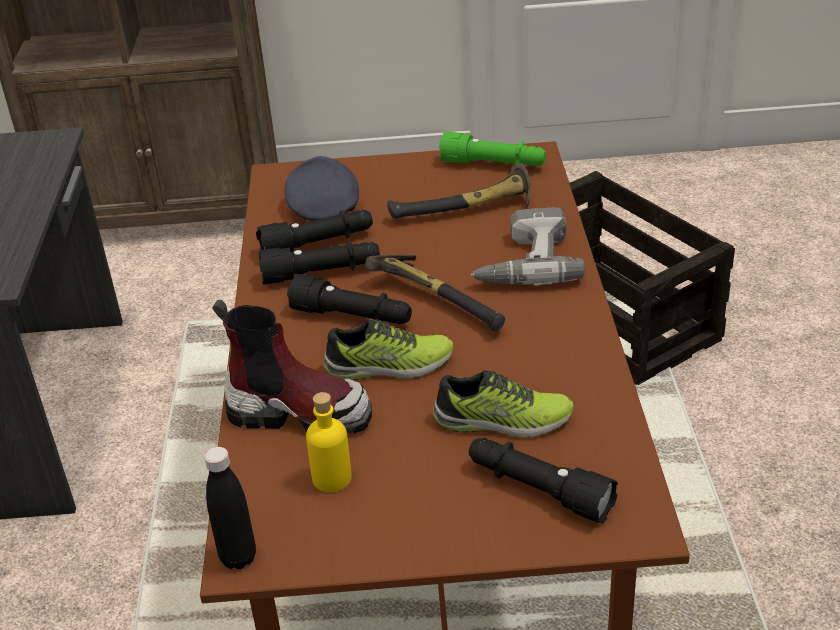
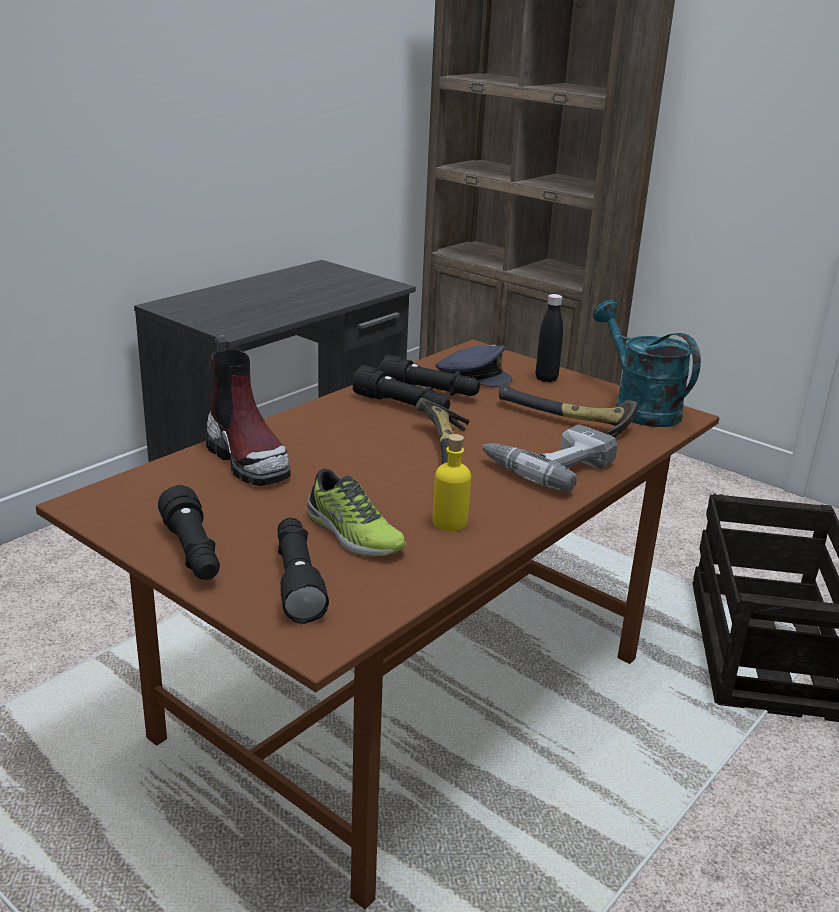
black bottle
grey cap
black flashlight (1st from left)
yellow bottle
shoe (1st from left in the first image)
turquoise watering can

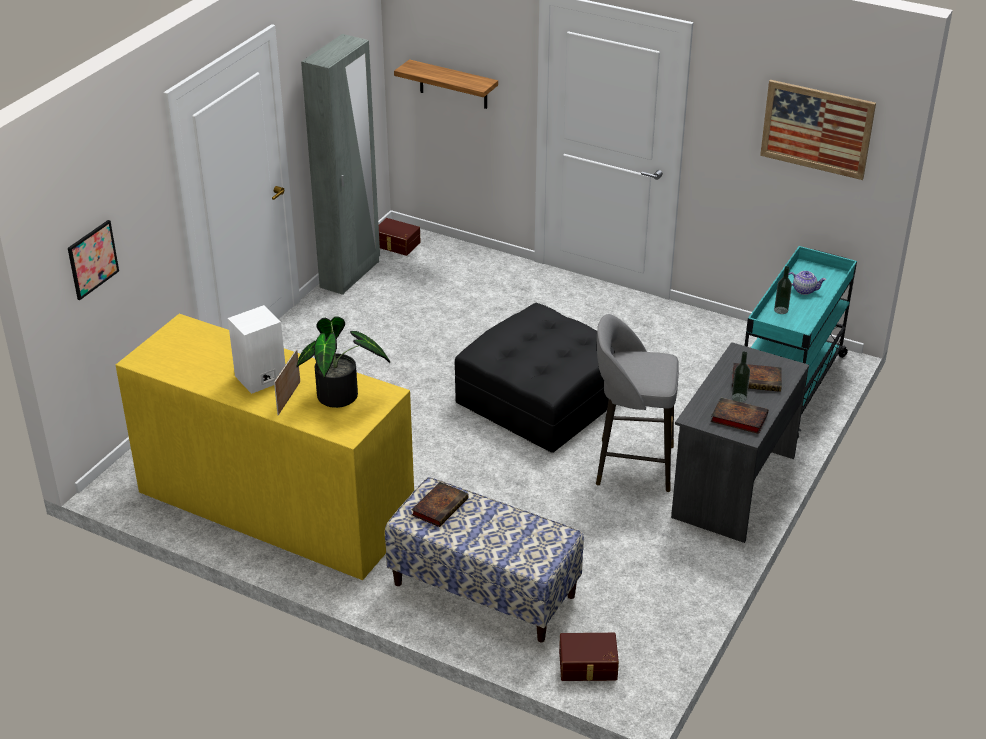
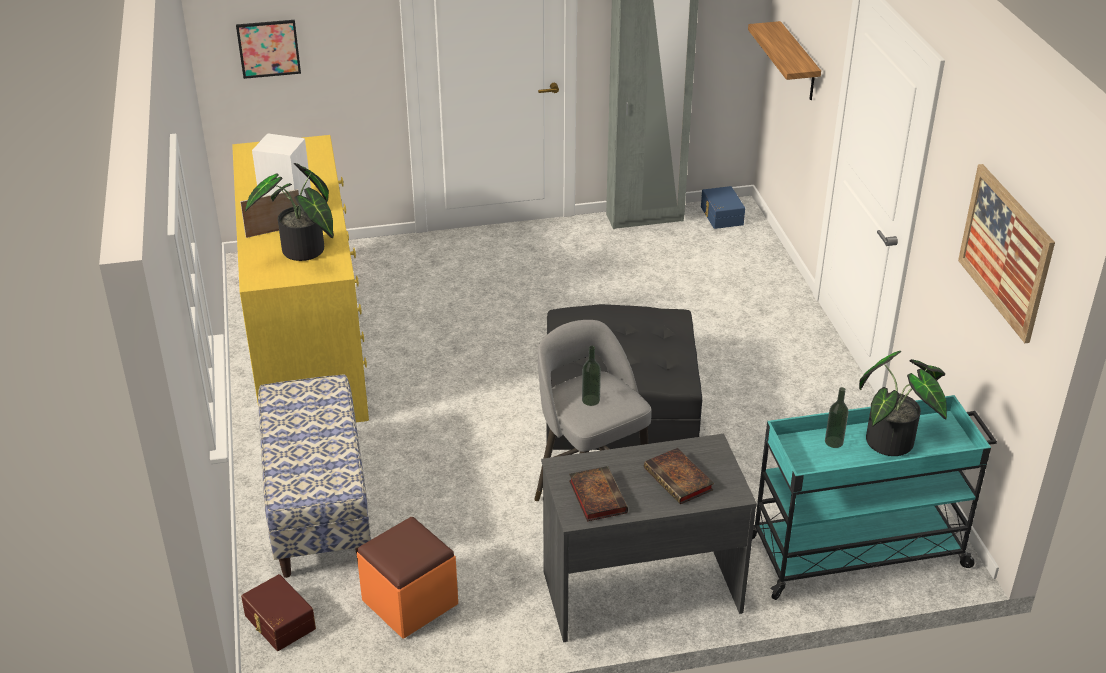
blue storage box
book (1st from left in the first image)
bottle (1st from left)
potted plant (2nd from left)
orange ottoman

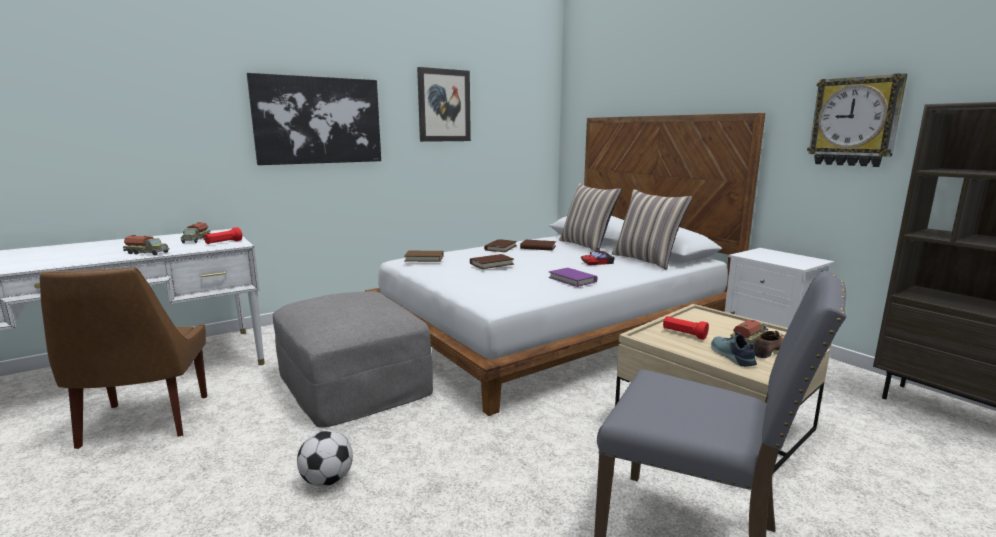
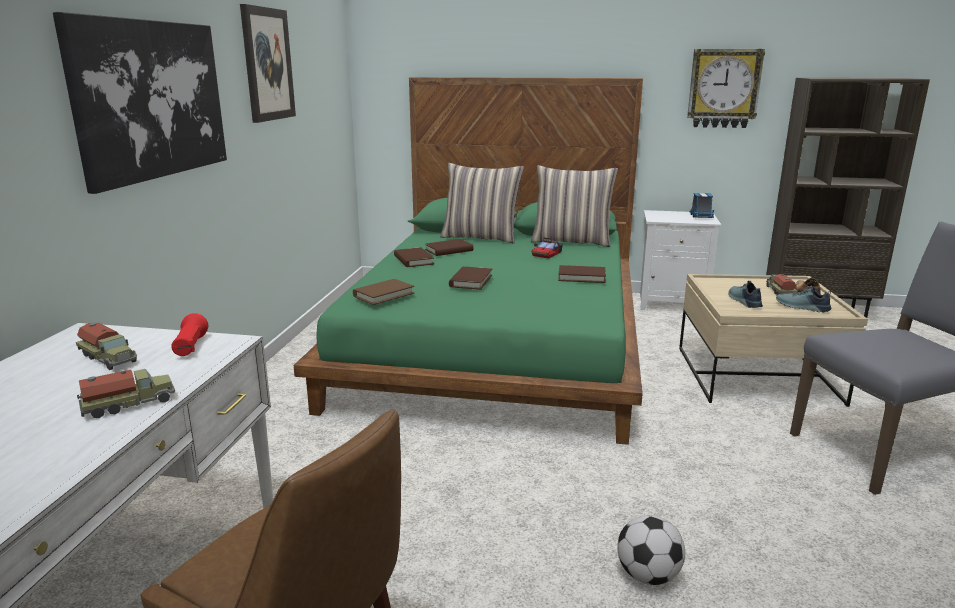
grey ottoman
green bed
brown book (5th from left)
shoe (1st from left)
toy truck (3rd from left)

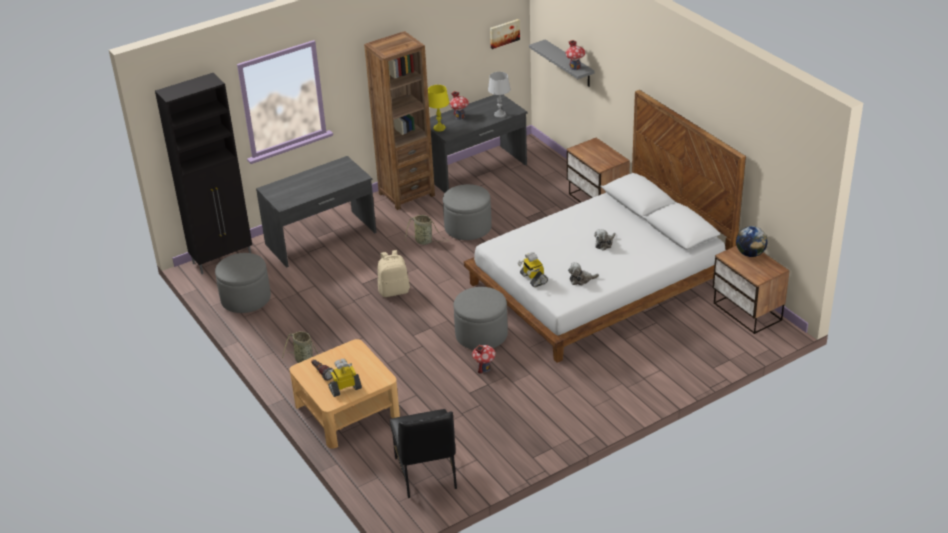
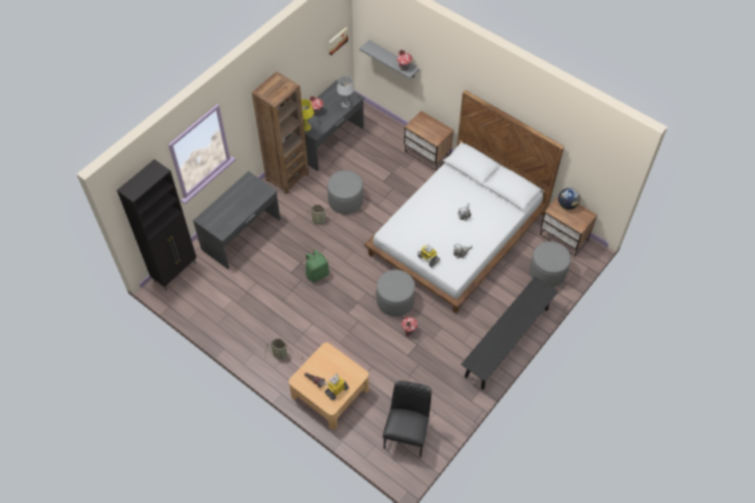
grey ottoman (3rd from left)
green backpack
black chair
black bench

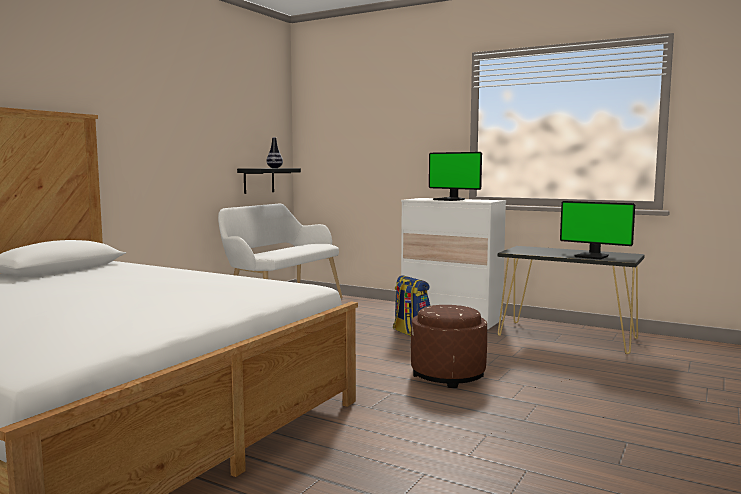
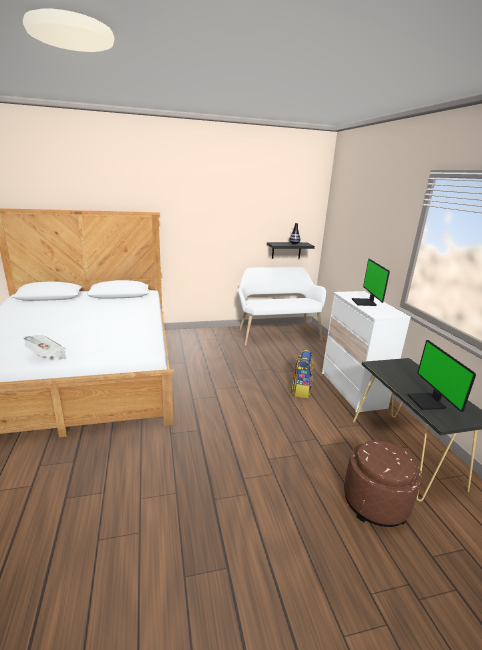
brown ottoman
newspaper

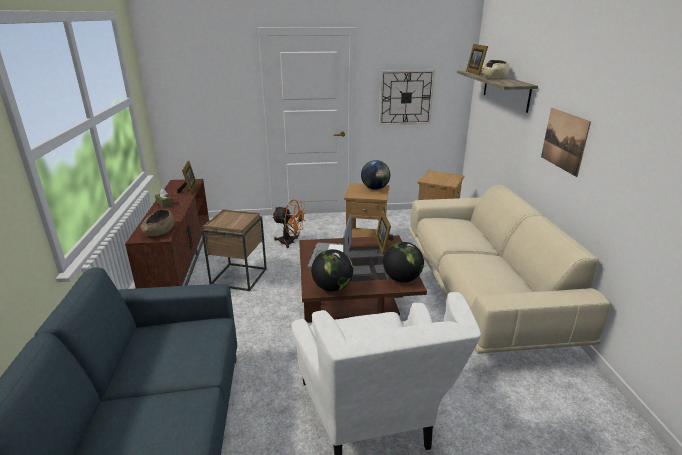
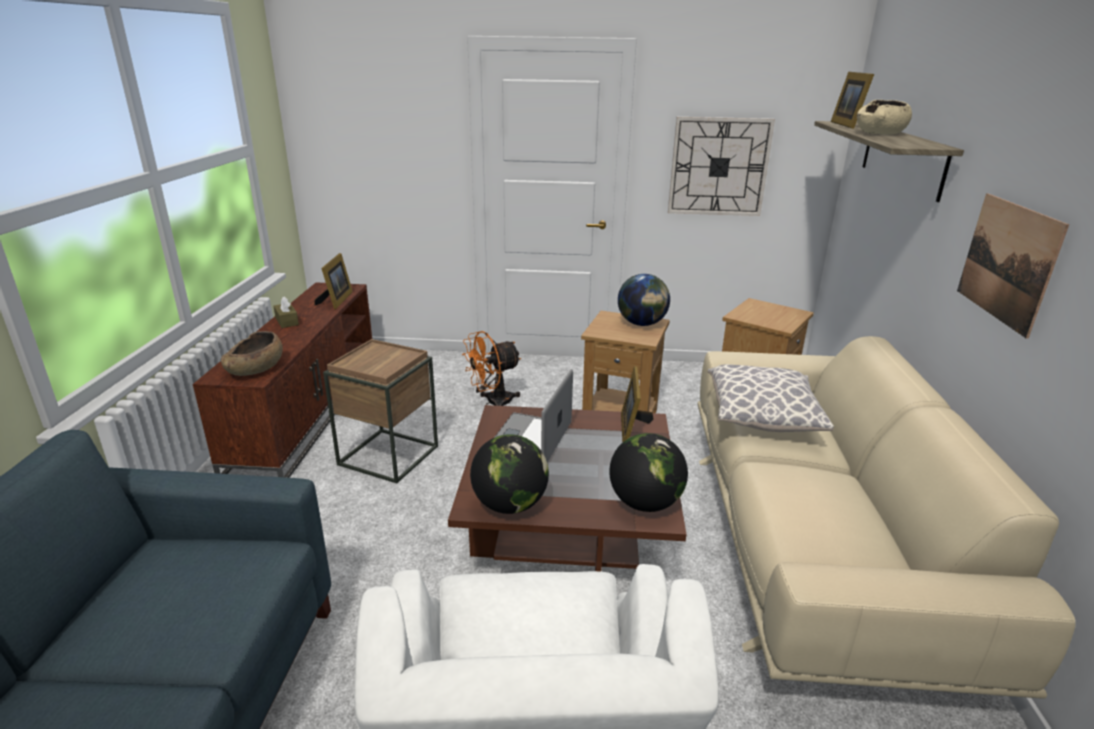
orange fan
pillow

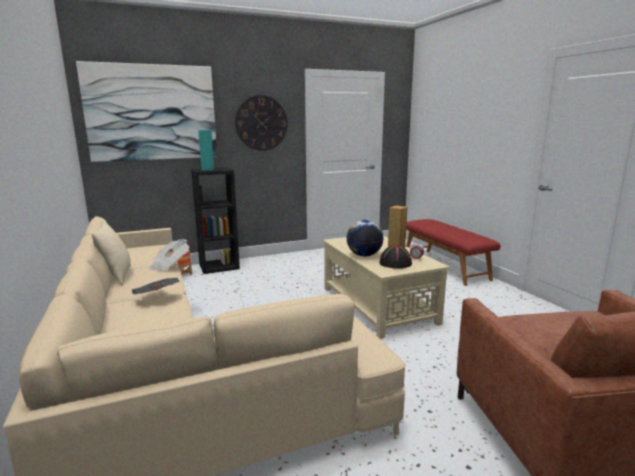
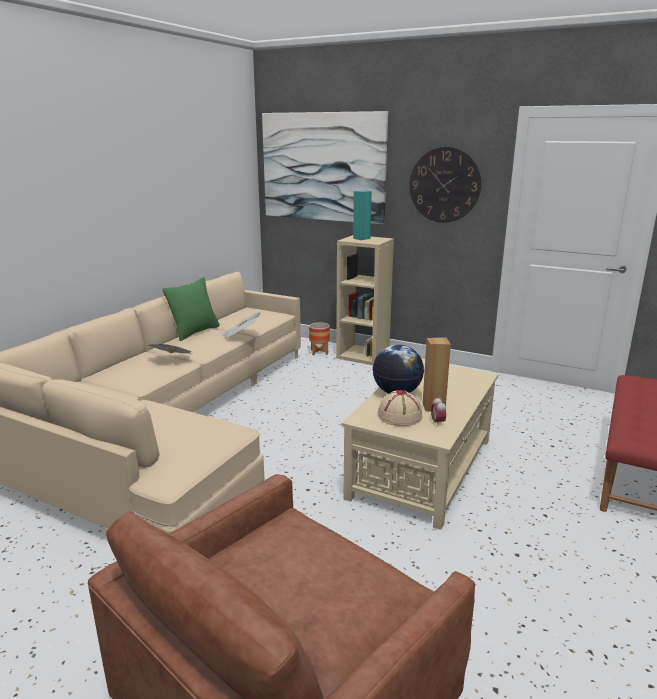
green pillow
beige bookcase
beige hat

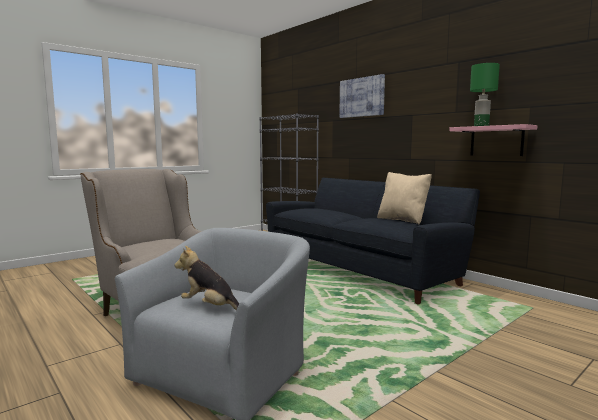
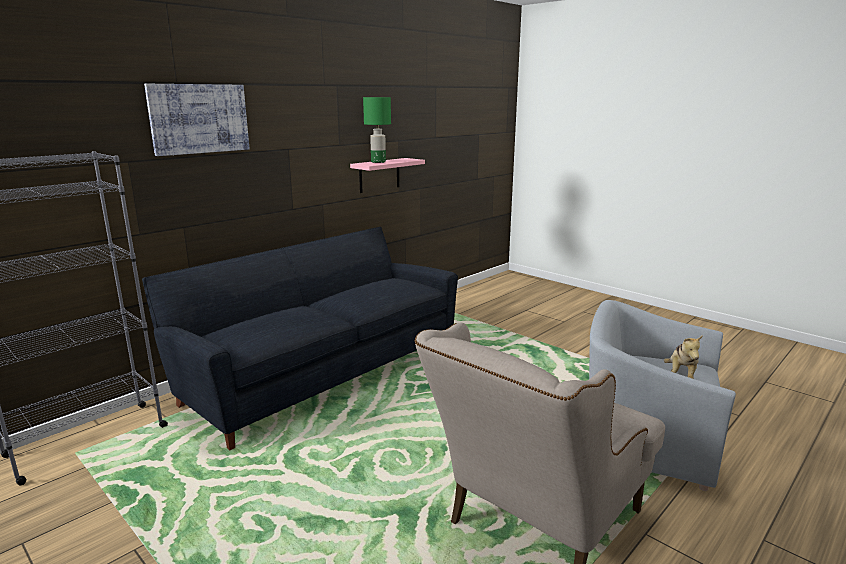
beige pillow

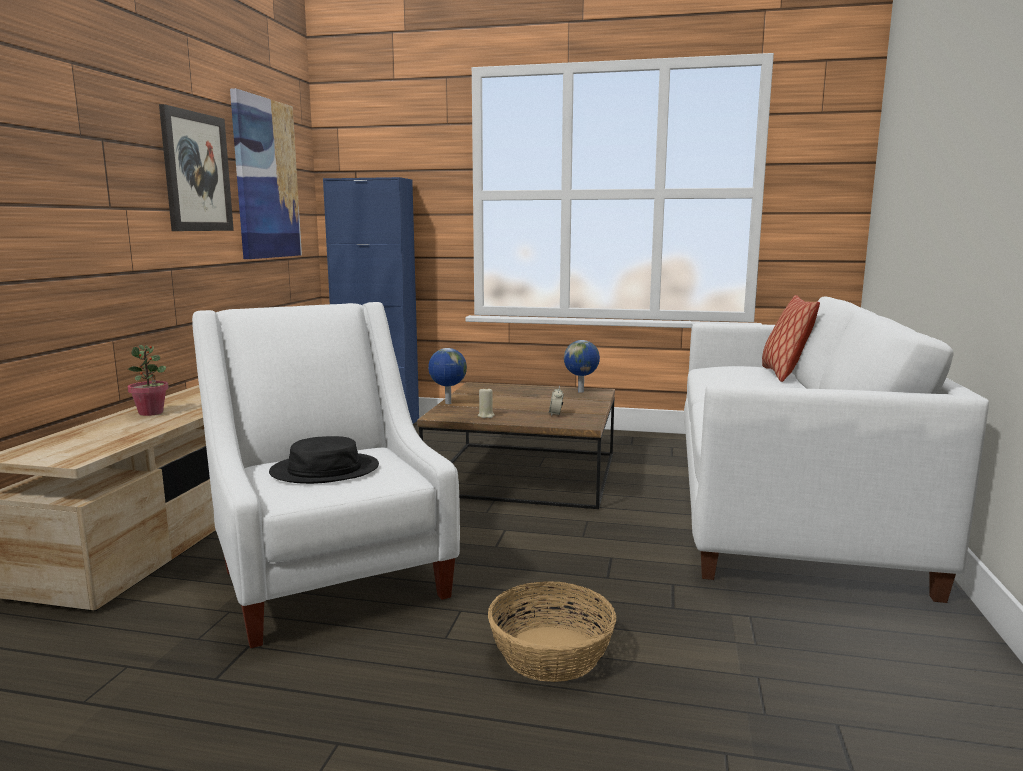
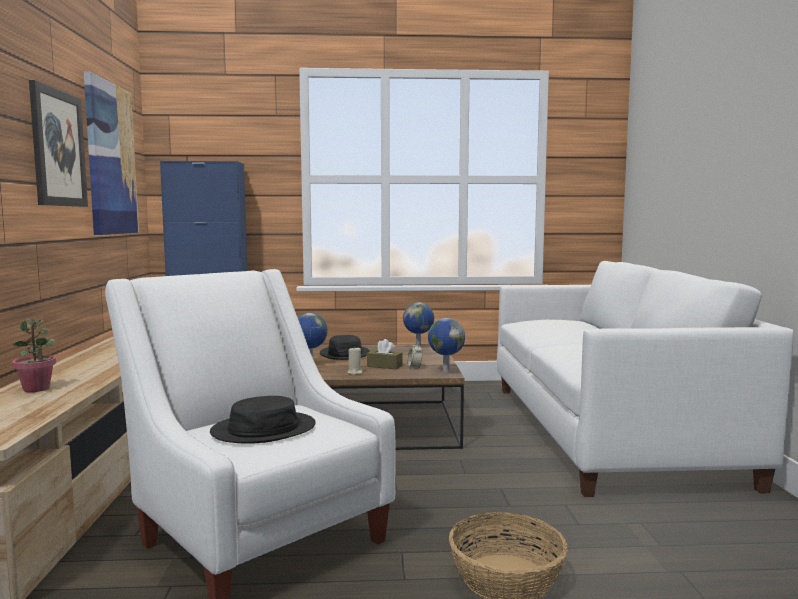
pillow
black hat (2nd from left)
brown tissue box
globe (3rd from left)

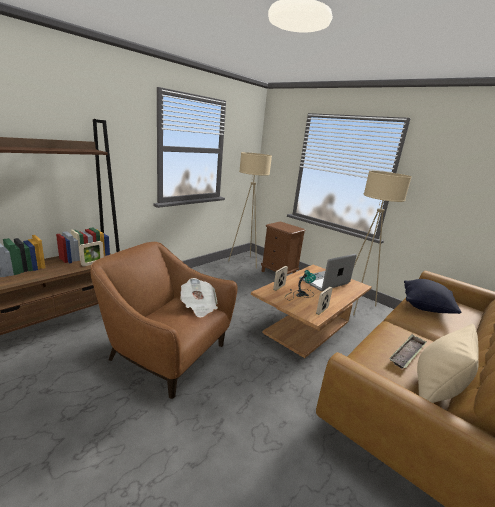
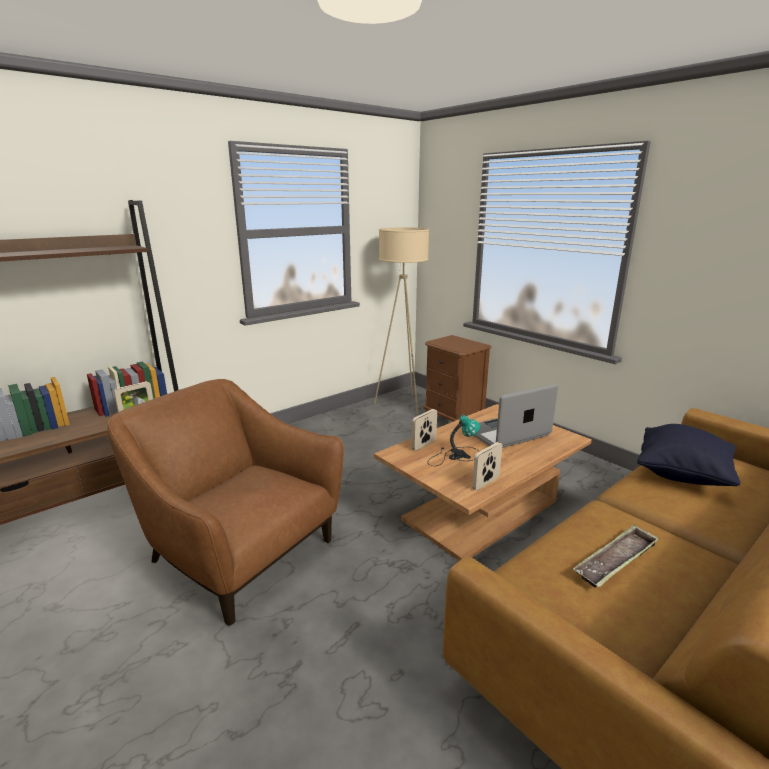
newspaper
beige floor lamp (2nd from left in the first image)
beige pillow

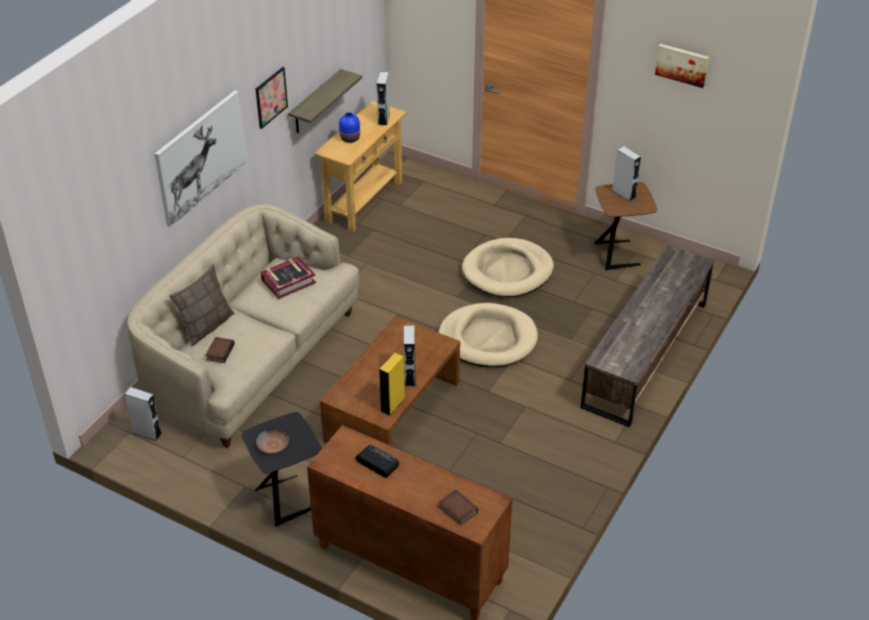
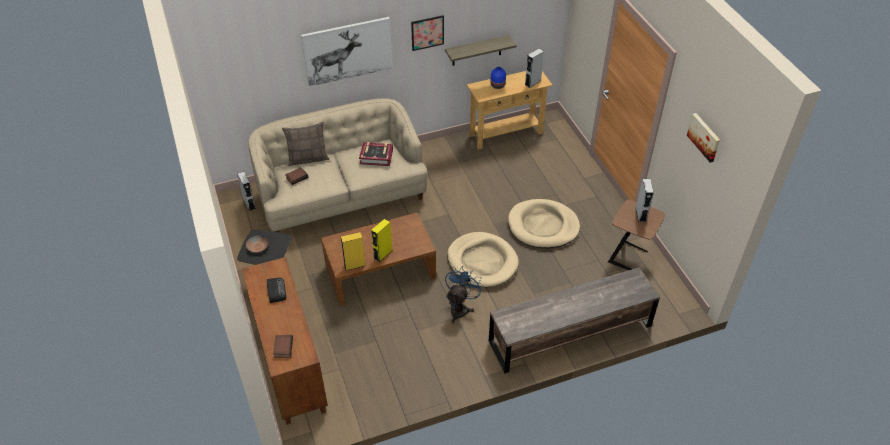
yellow speaker (2nd from left)
blue fan

